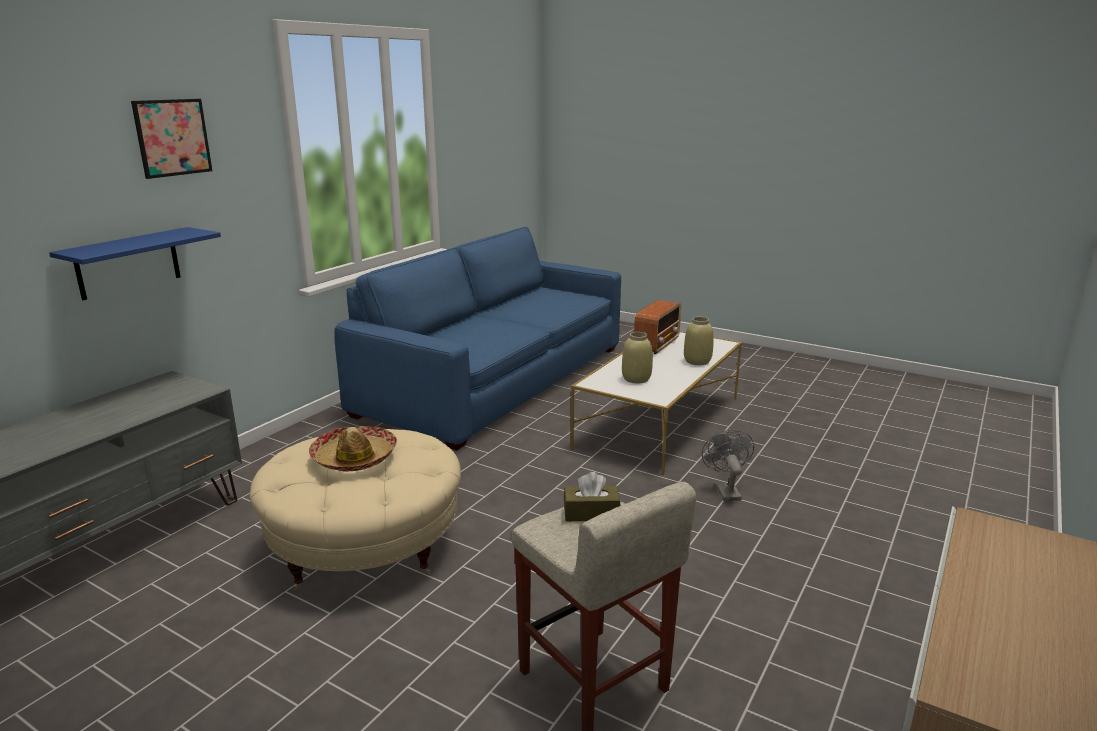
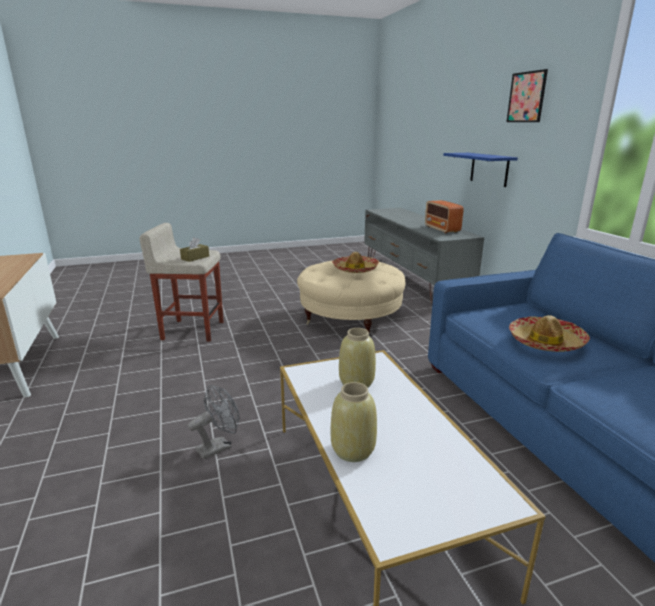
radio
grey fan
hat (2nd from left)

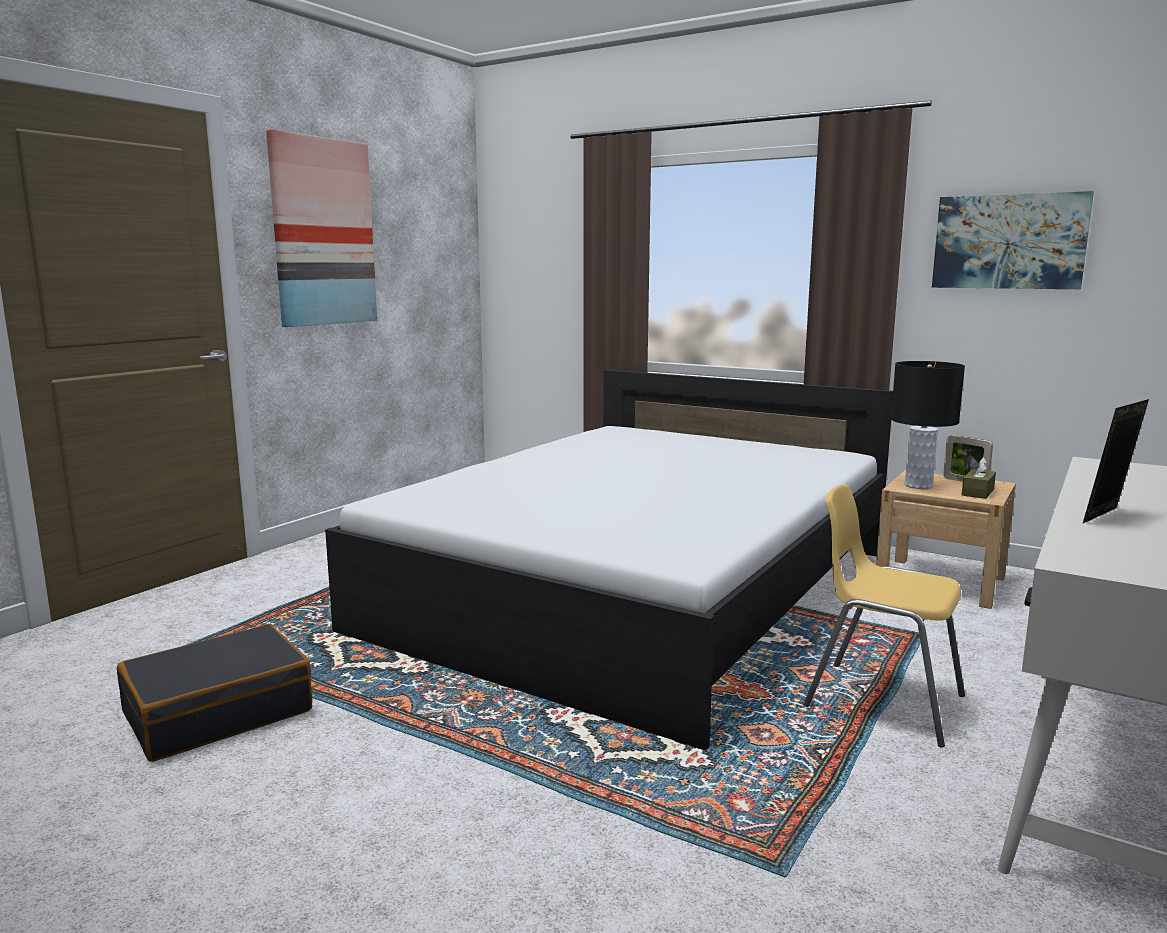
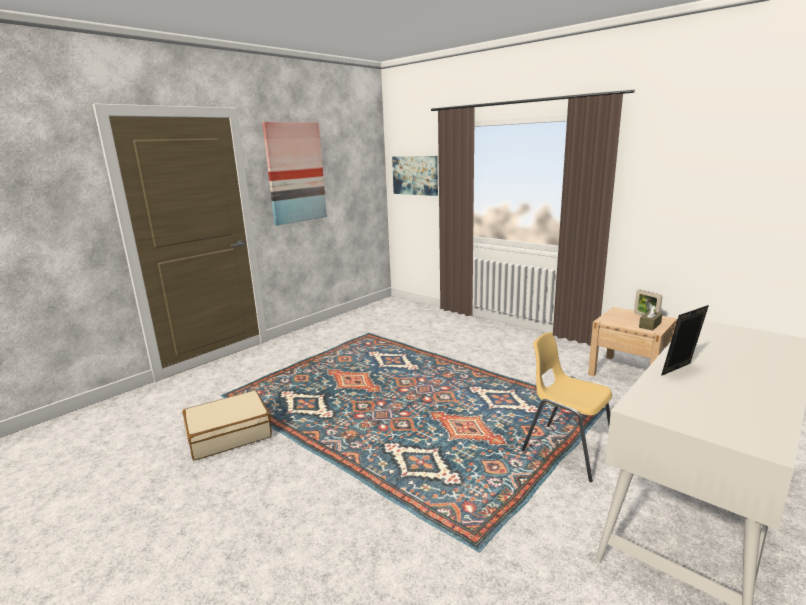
beige suitcase
white bed
black table lamp
picture (2nd from left)

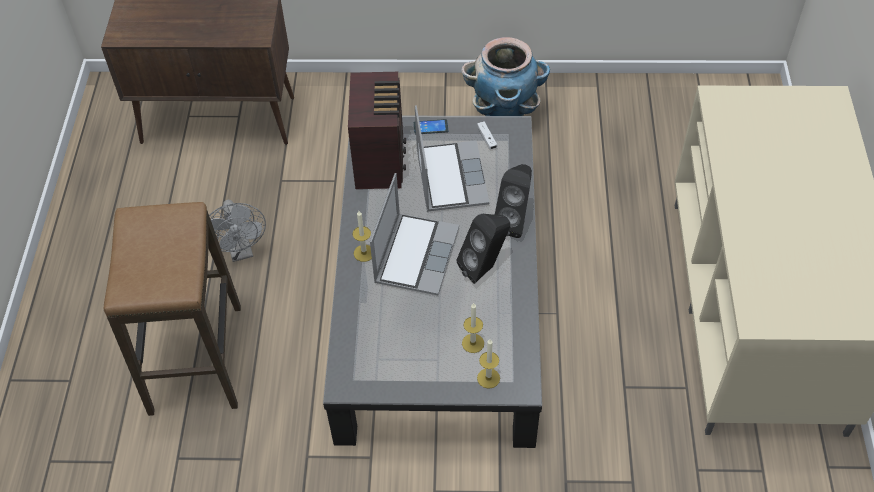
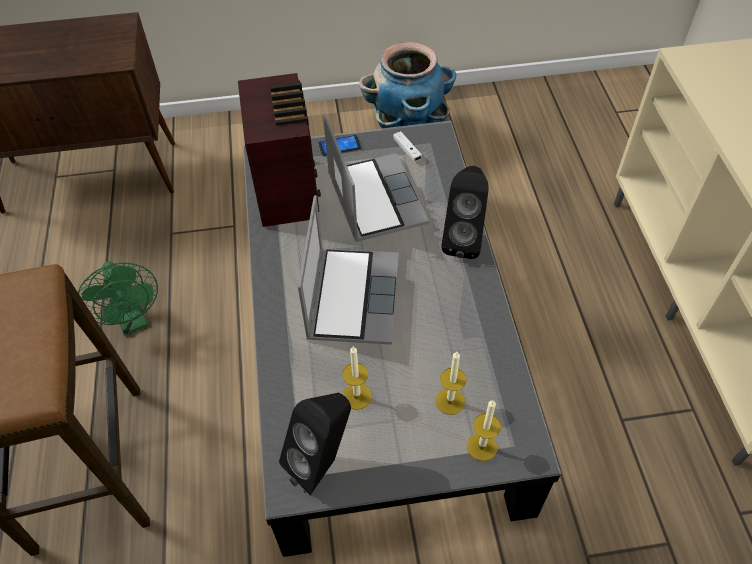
green fan
candle (1st from left)
black speaker (1st from left)

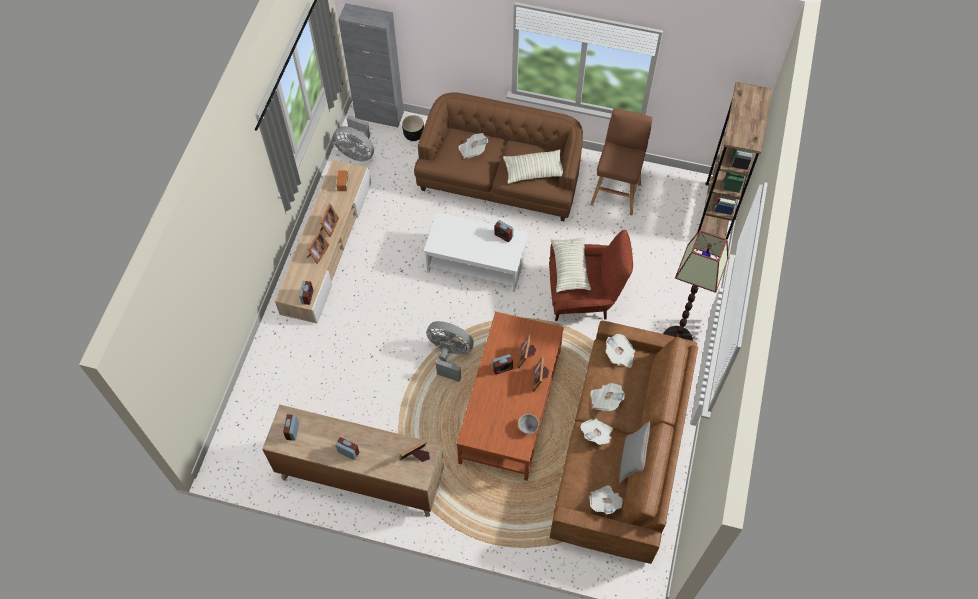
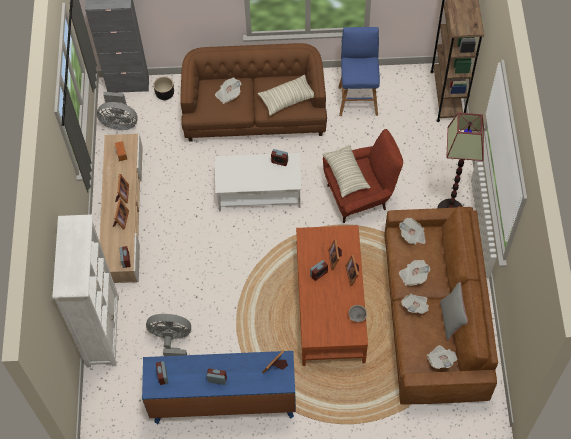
blue dresser
grey fan (2nd from left)
blue stool
white bookcase

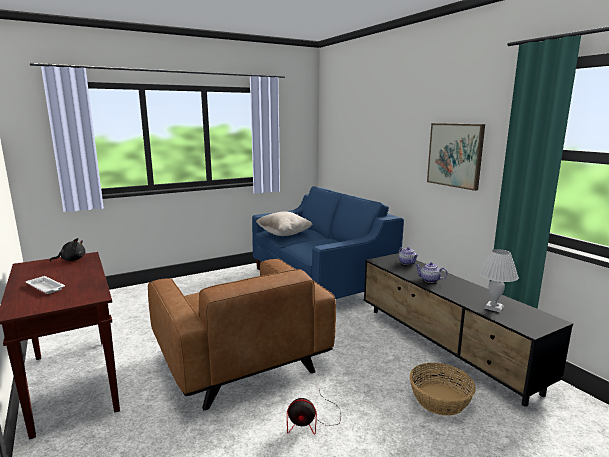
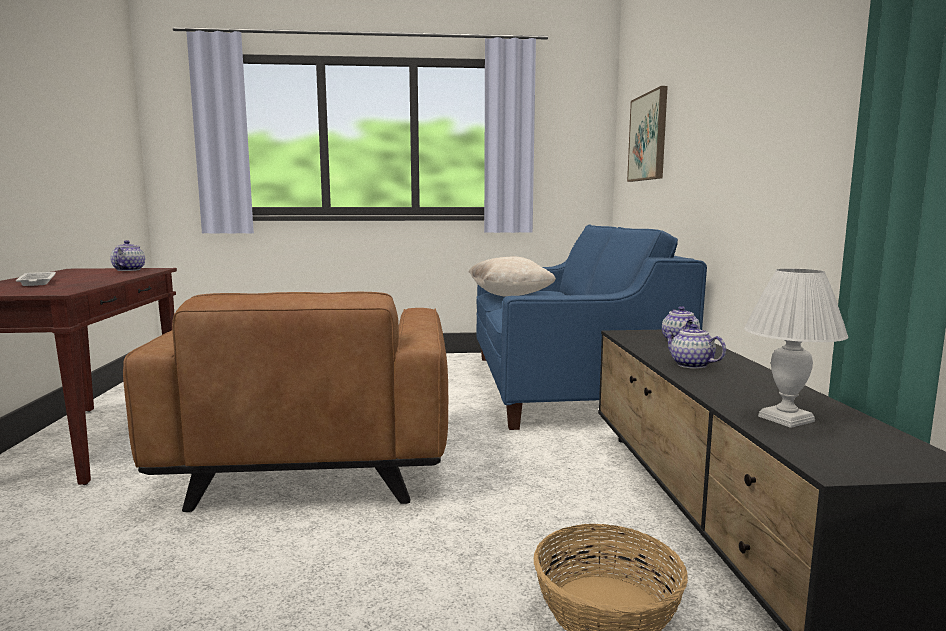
teapot (1st from left)
fan
picture

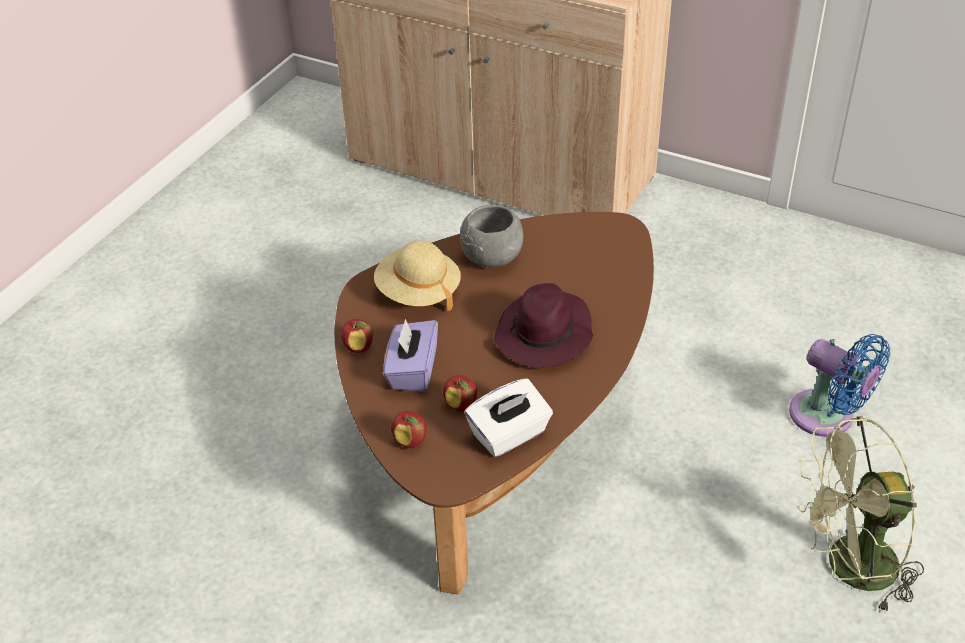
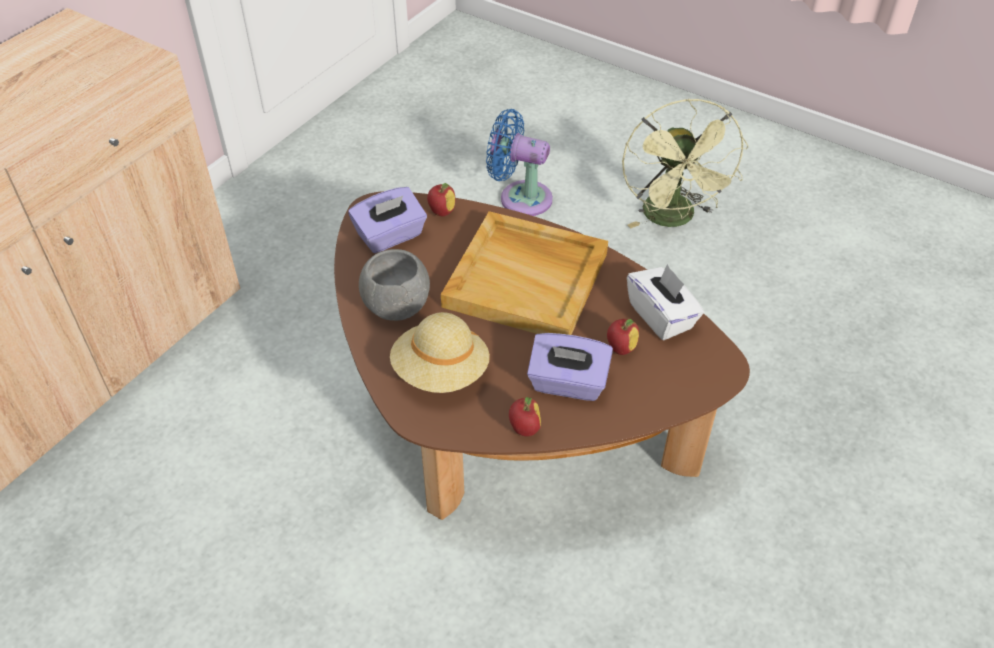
apple (1st from left)
beige tray
blue fan
purple tissue box (1st from left)

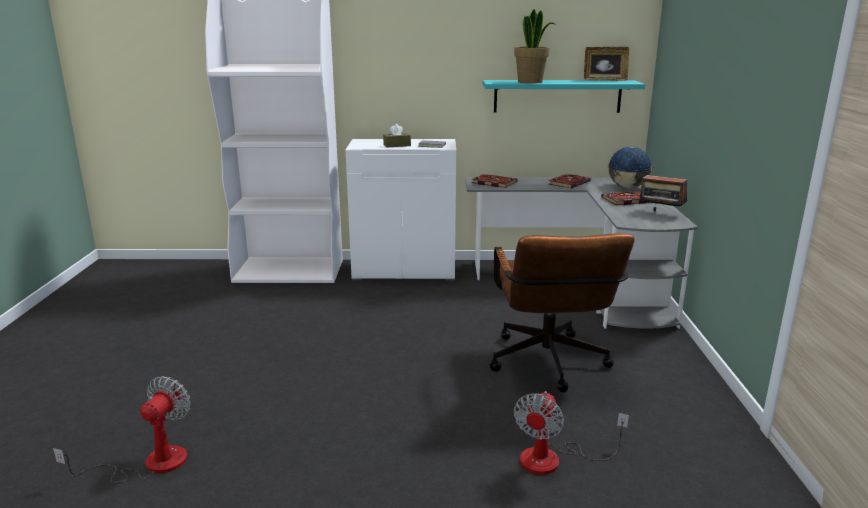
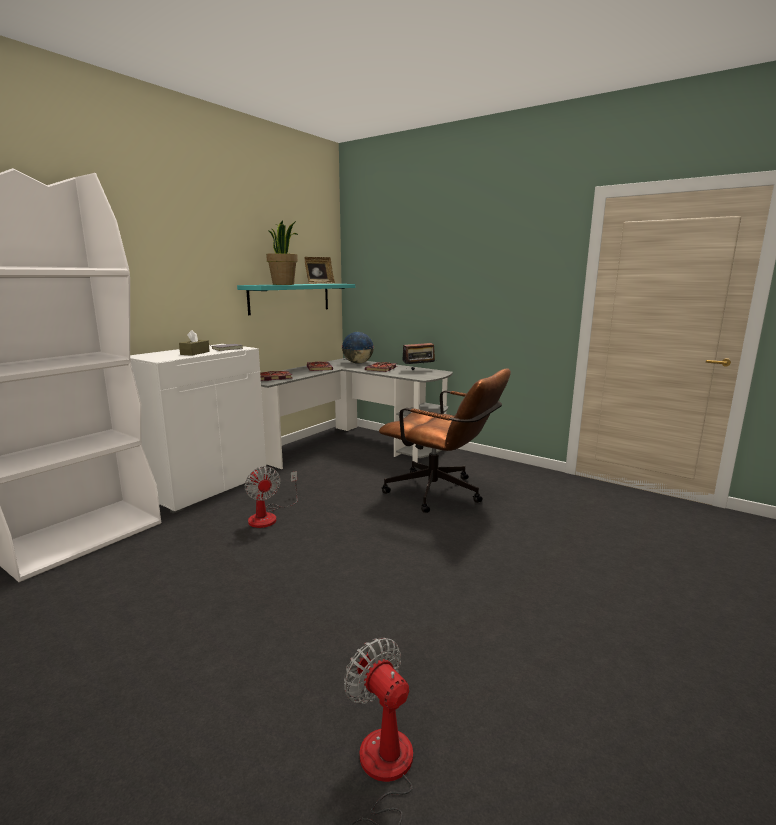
fan (1st from left)

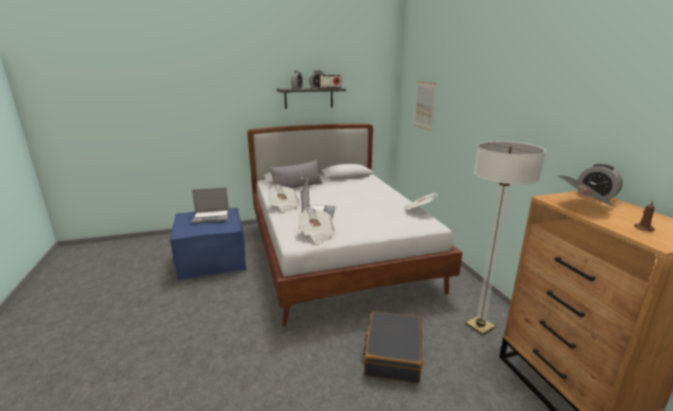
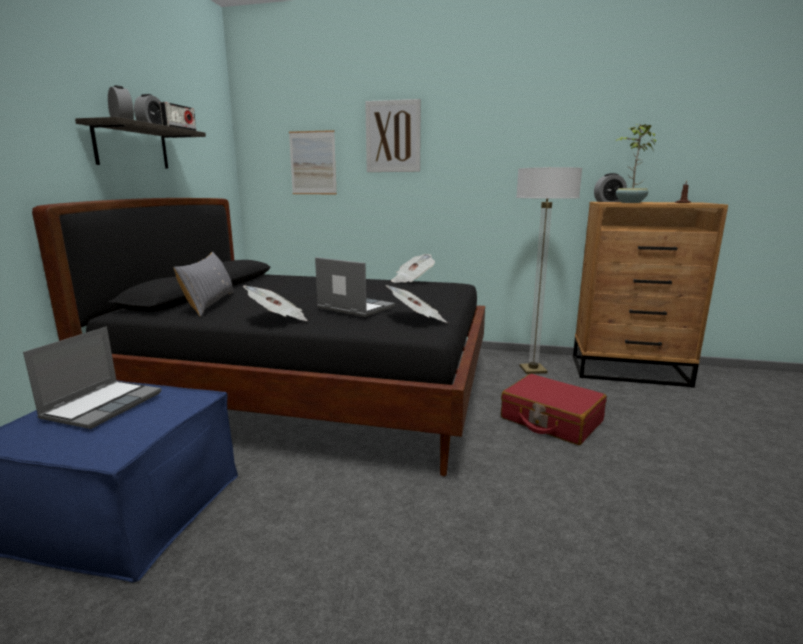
black bed
red suitcase
potted plant
picture (2nd from left)

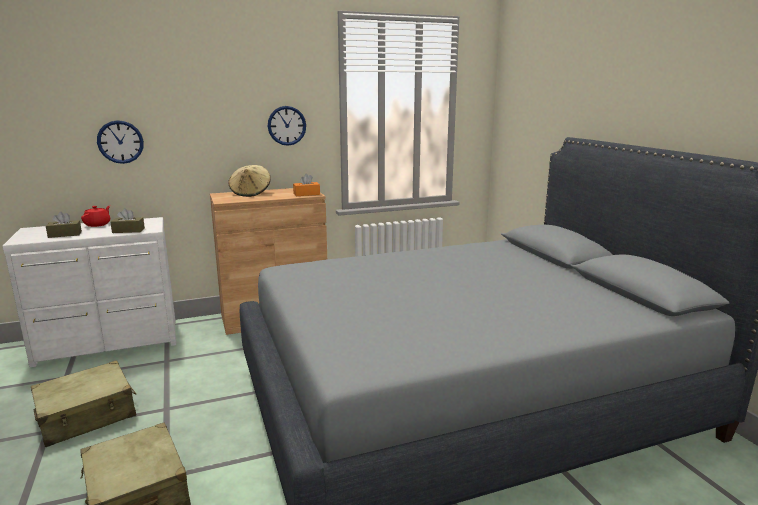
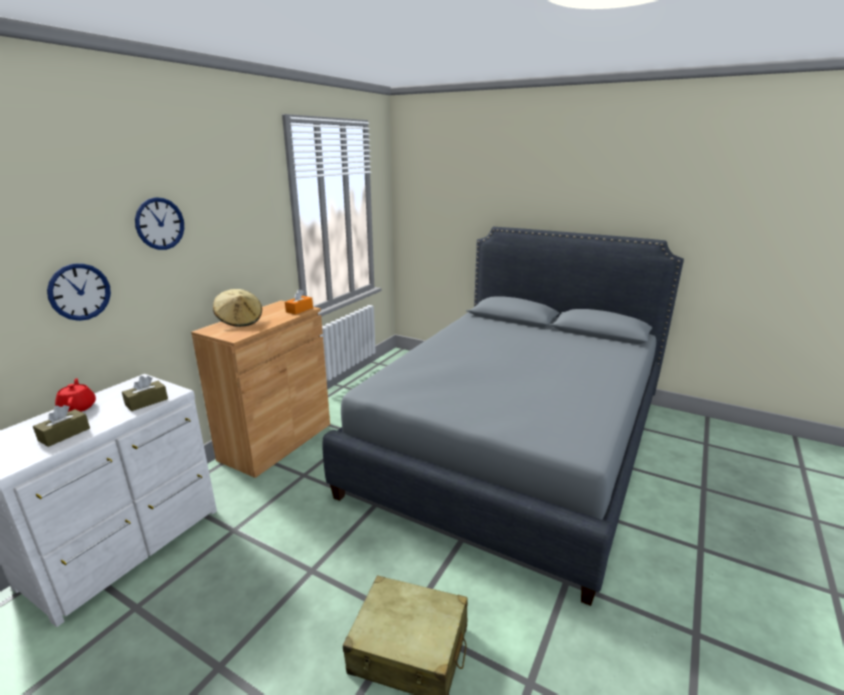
beige suitcase (1st from left in the first image)
wall clock (2nd from left)

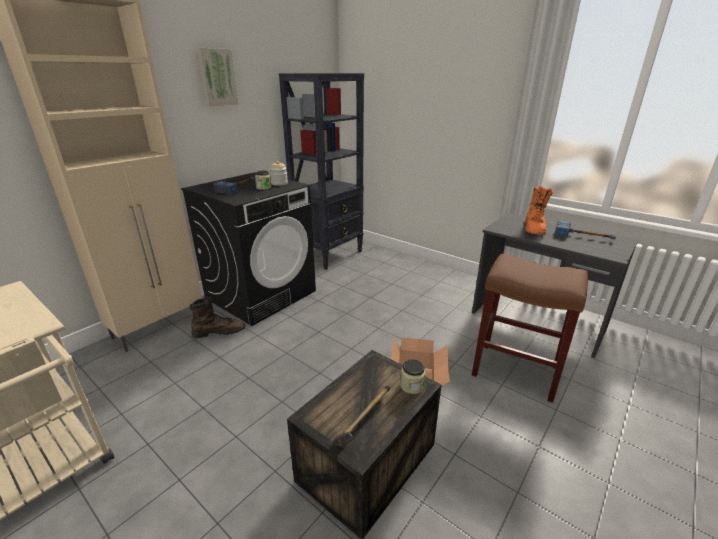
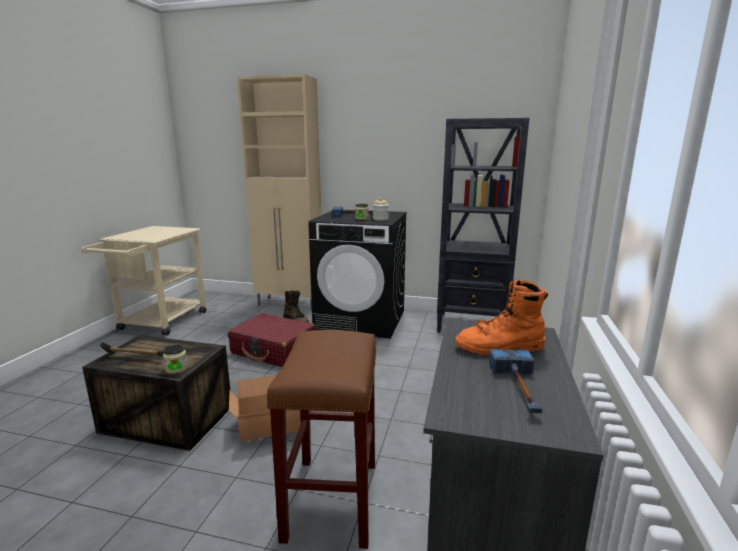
picture
red suitcase

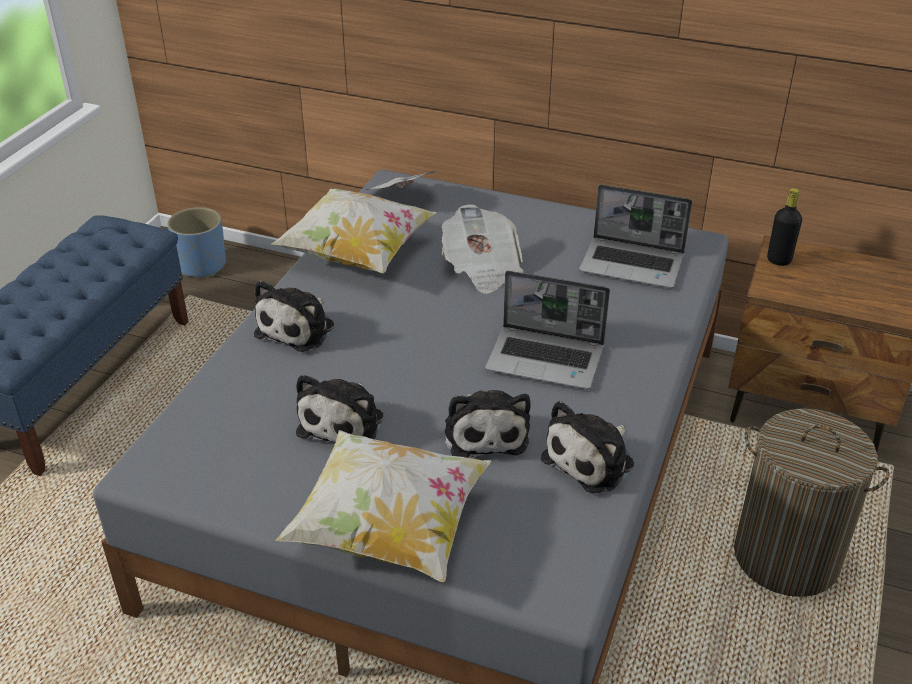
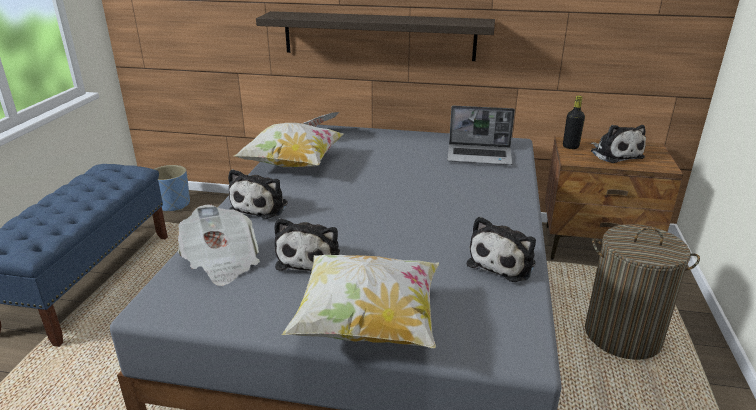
newspaper (1st from left)
plush toy (4th from left)
laptop (1st from left in the first image)
shelf

